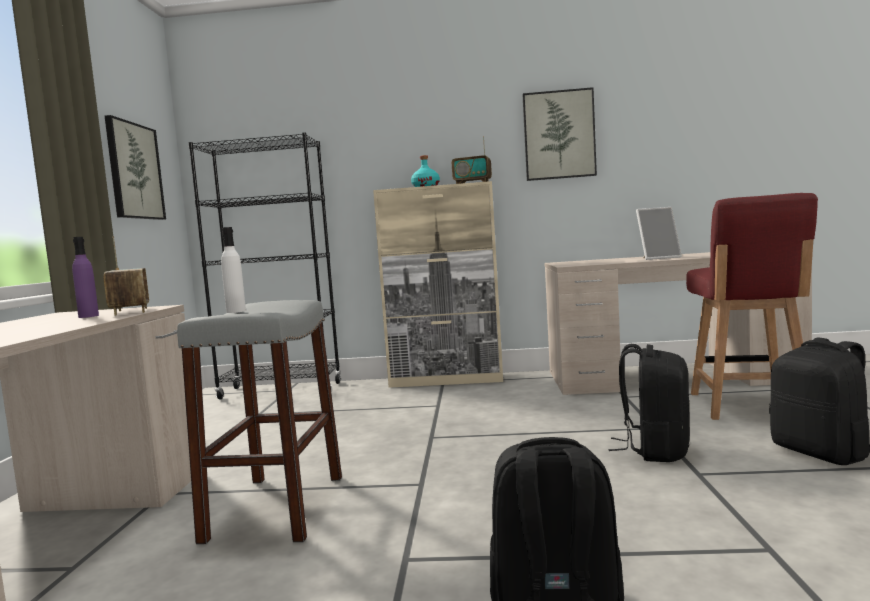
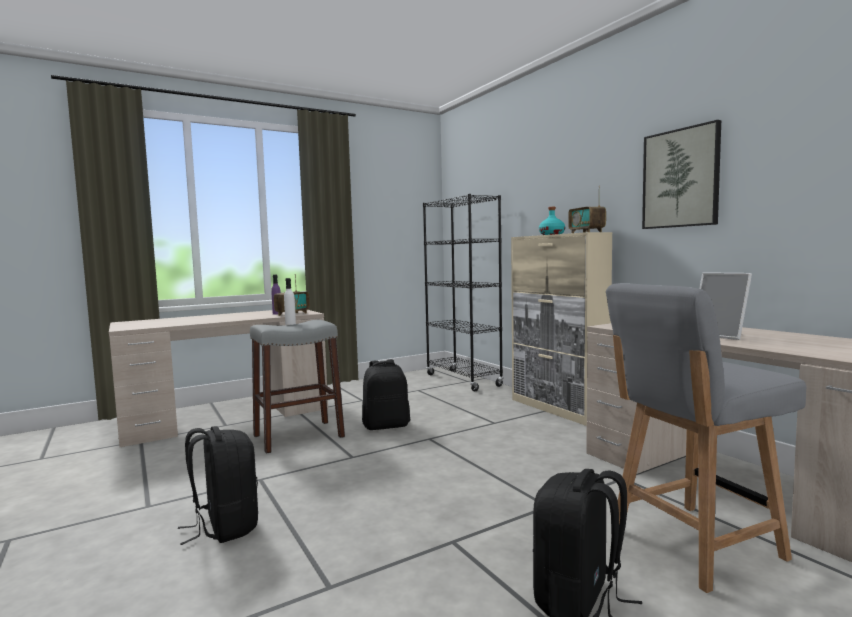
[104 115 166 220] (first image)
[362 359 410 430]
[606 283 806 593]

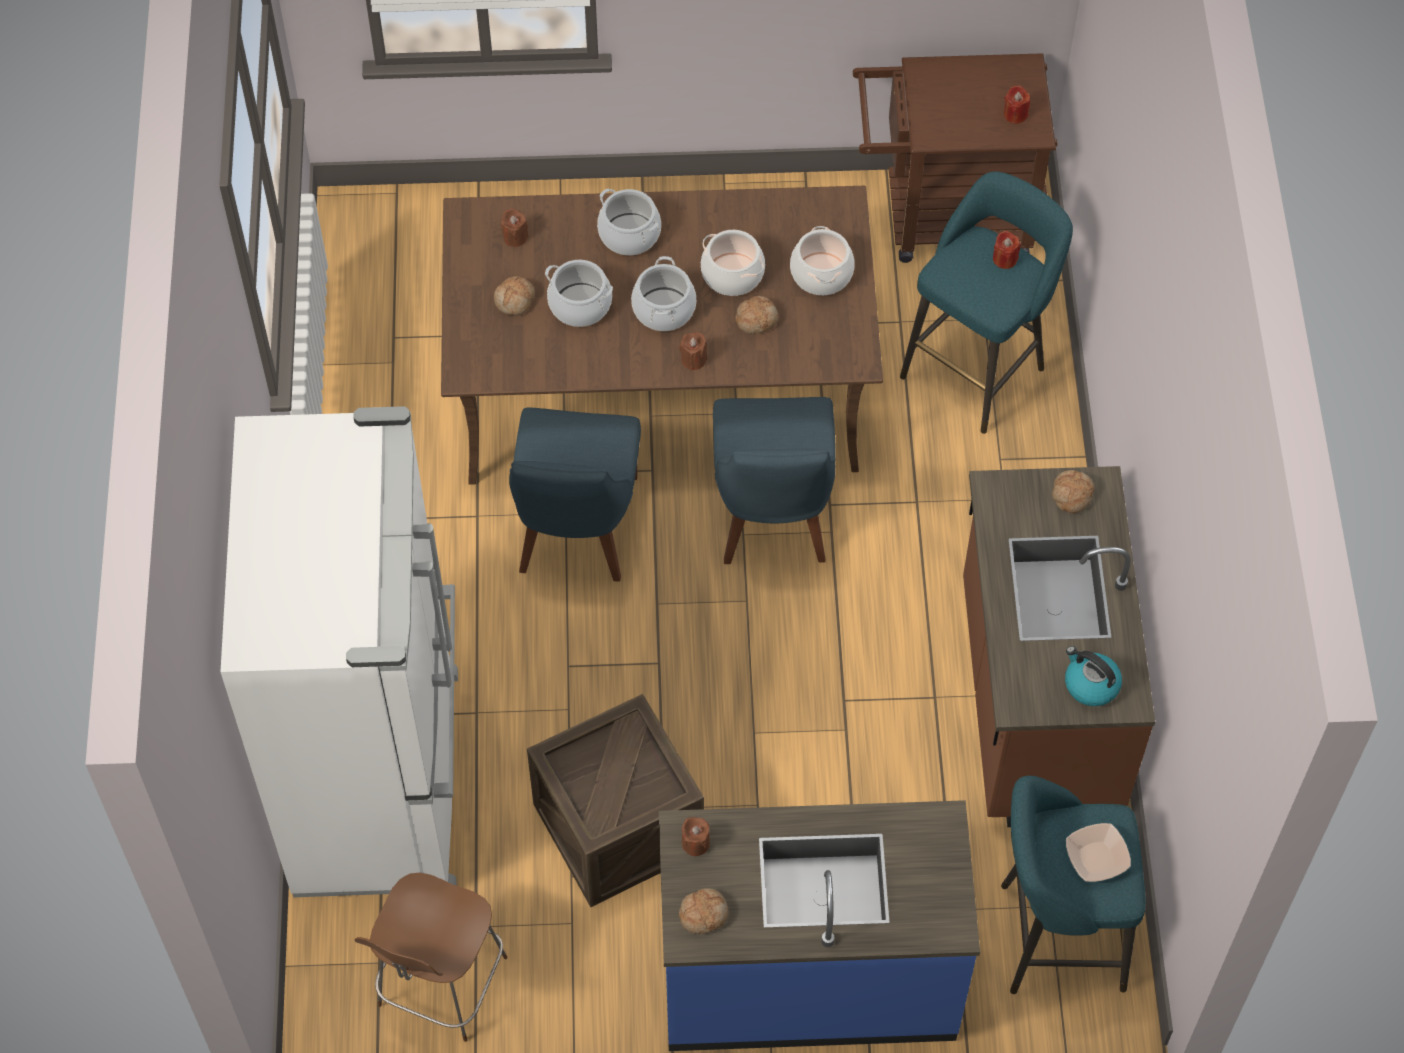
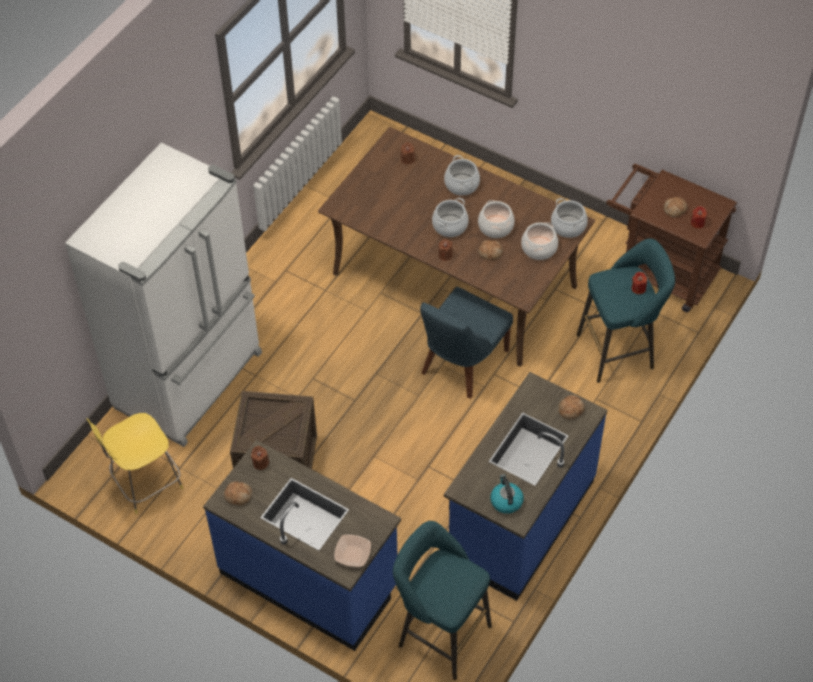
[86 413 183 514]
[663 197 687 218]
[509 408 641 582] (first image)
[551 198 588 238]
[444 372 607 601]
[334 535 371 567]

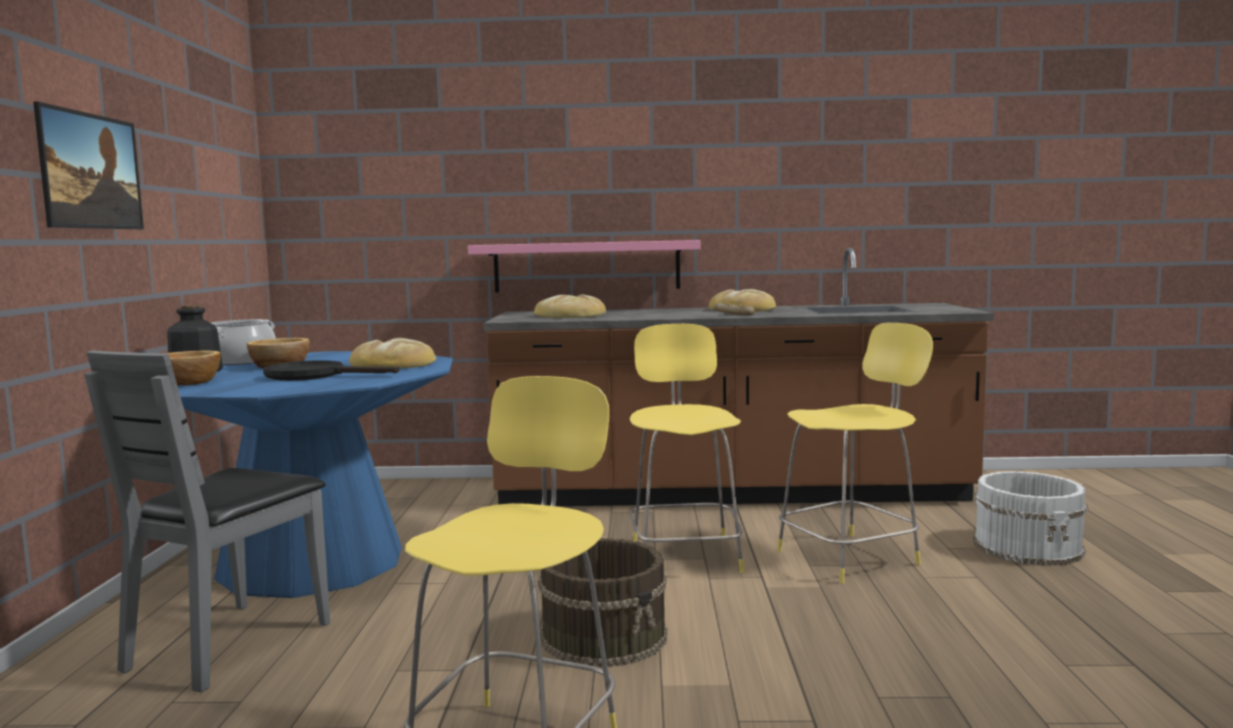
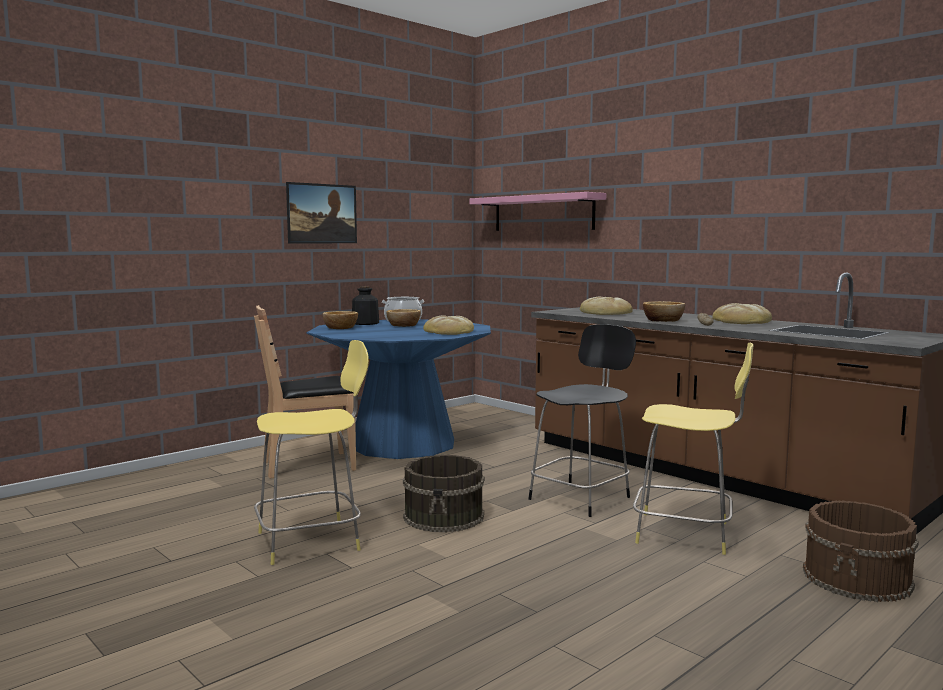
[254 305 356 479]
[263 360 399 381] (first image)
[469 192 606 231]
[528 324 636 517]
[803 500 919 602]
[643 301 685 322]

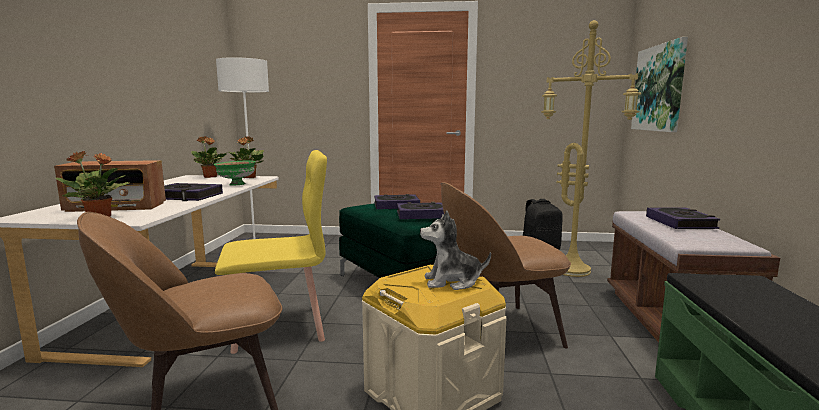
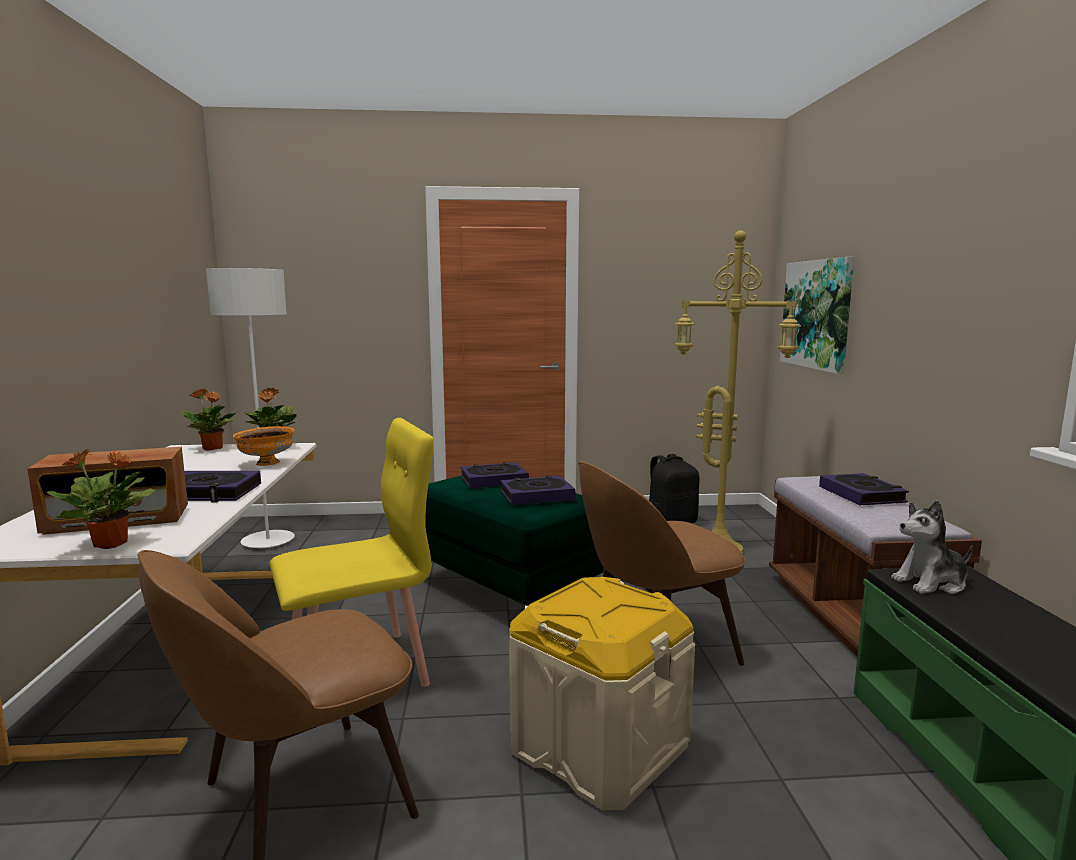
[233 426 295 466]
[891 500 973 594]

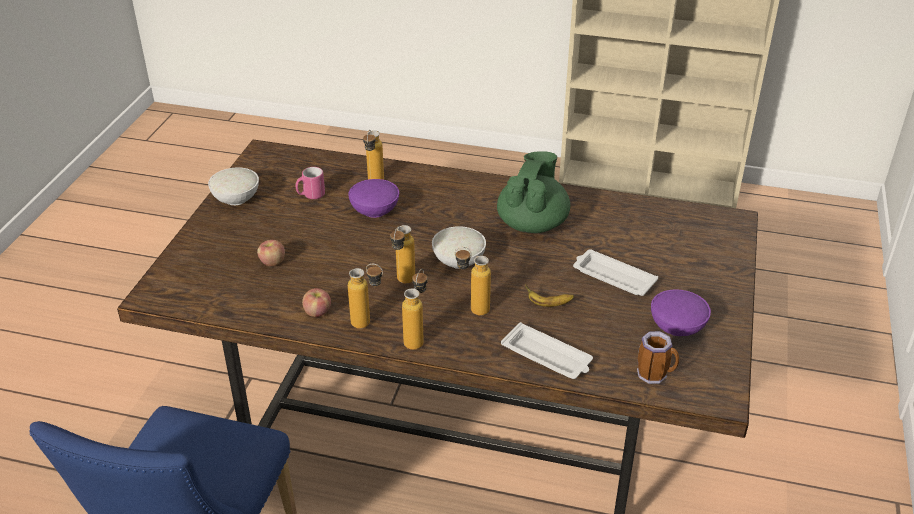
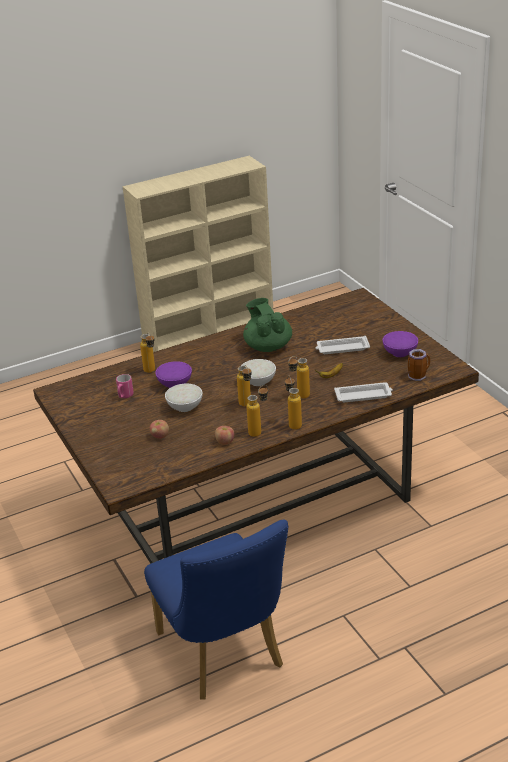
[165 384 202 412]

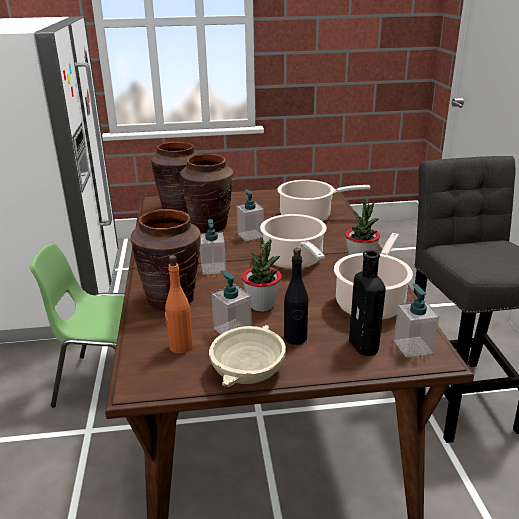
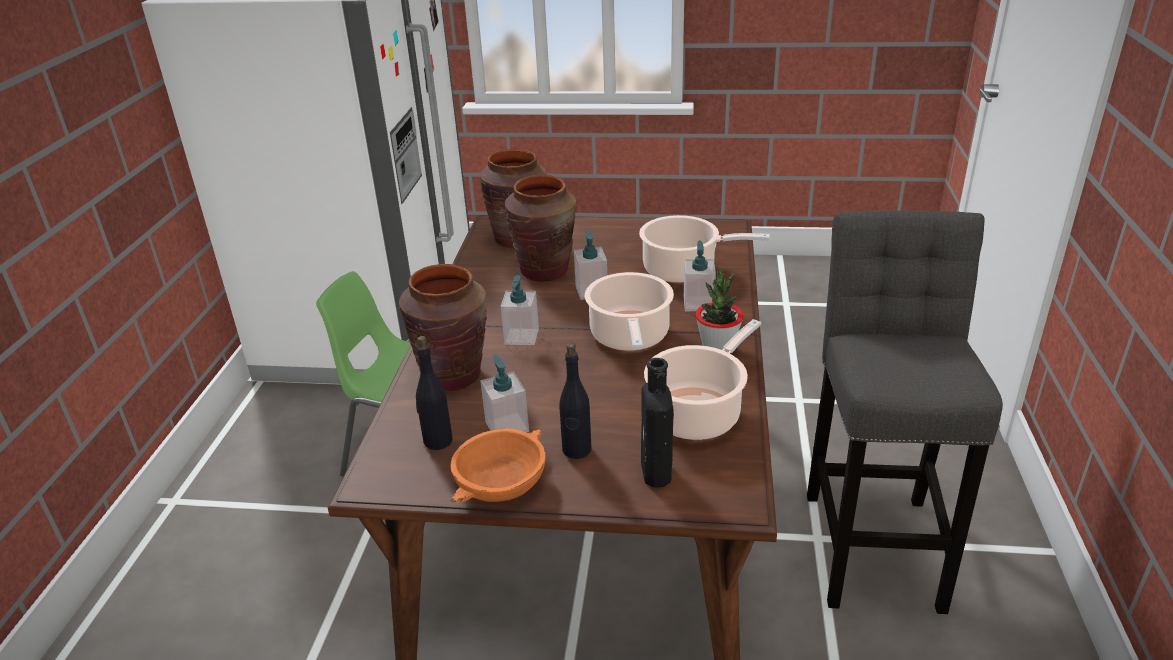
[416 336 453 450]
[450 429 545 503]
[242 237 282 311] (first image)
[684 241 716 311]

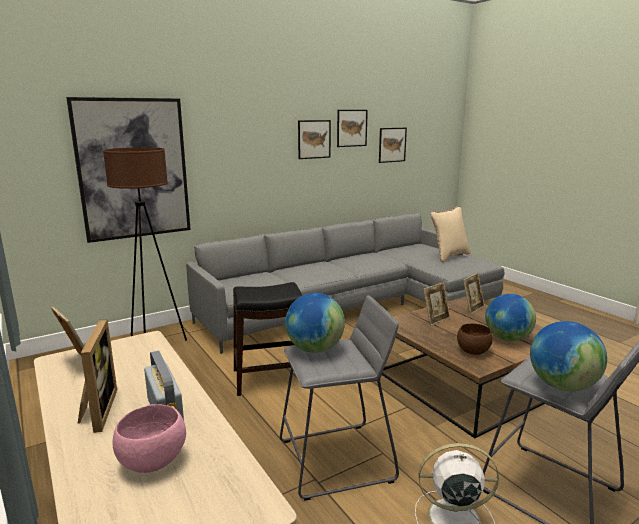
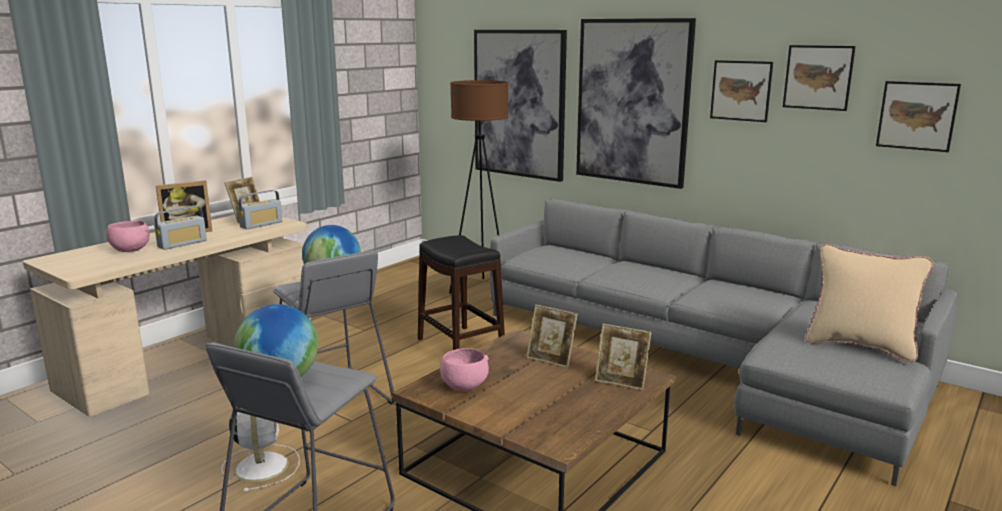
[440 348 489 391]
[485 294 536 341] (first image)
[238 190 282 229]
[576 18 696 189]

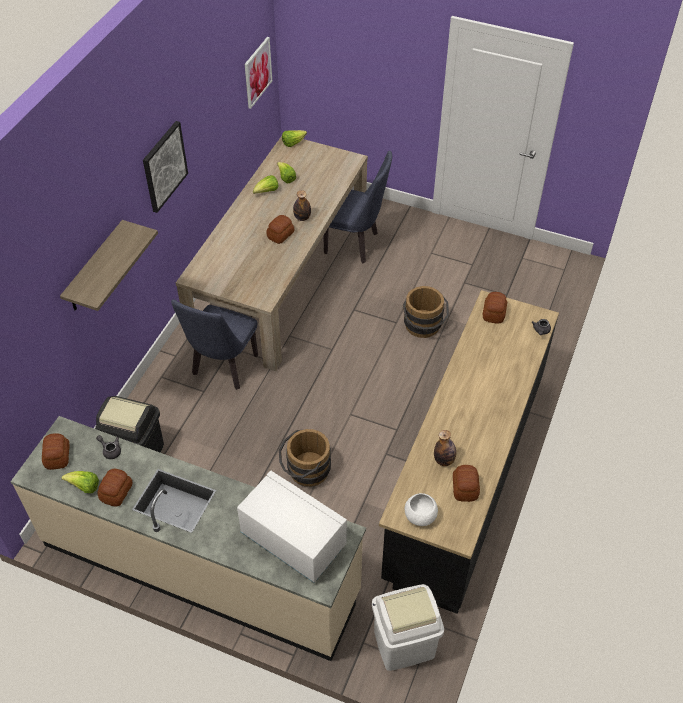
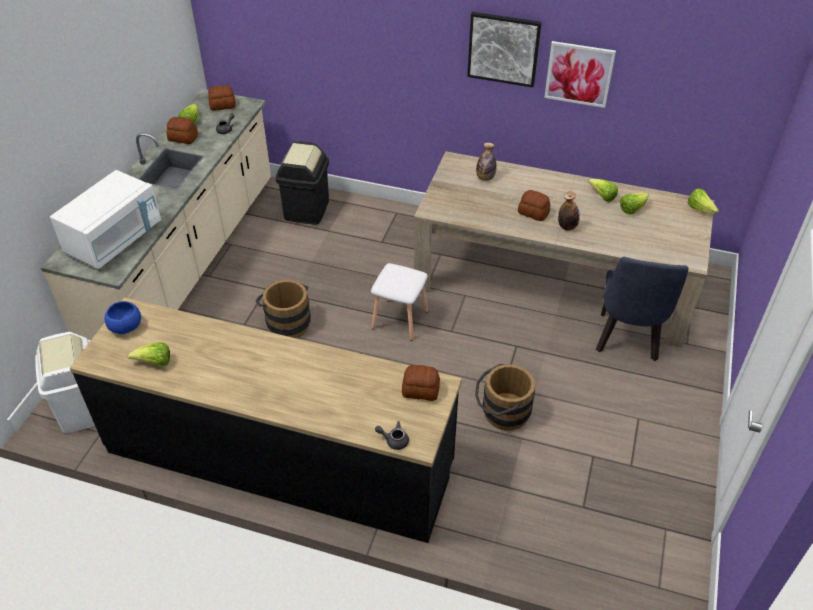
[60 220 158 311] (first image)
[171 299 258 390] (first image)
[544 41 616 108]
[105 301 141 334]
[476 143 497 181]
[127 342 170 366]
[371 263 428 341]

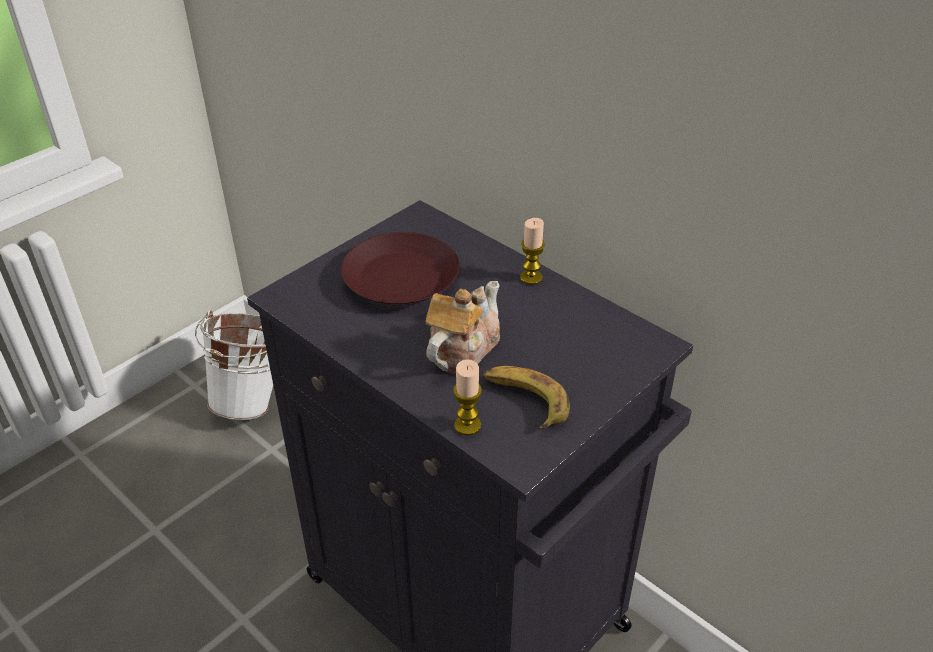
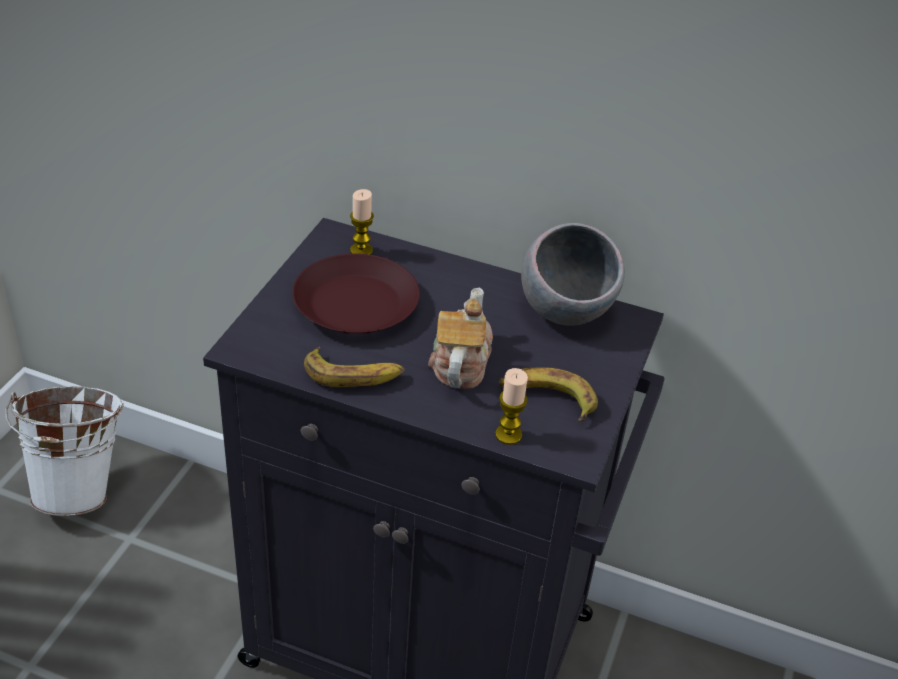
[350 189 374 255]
[304 347 405 387]
[521 223 624 326]

